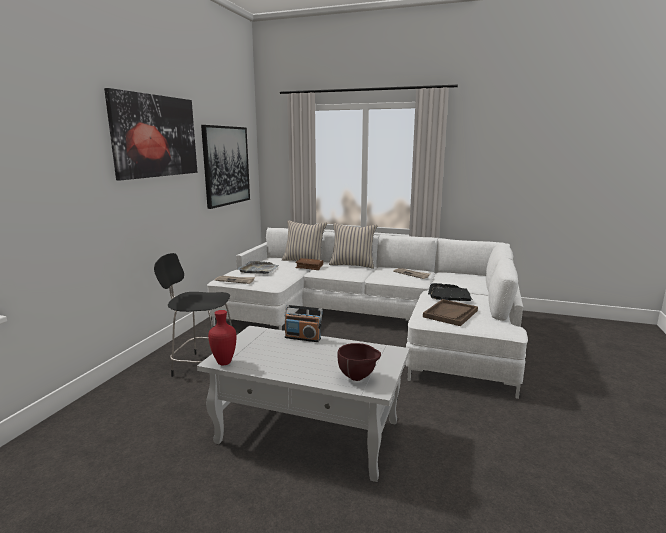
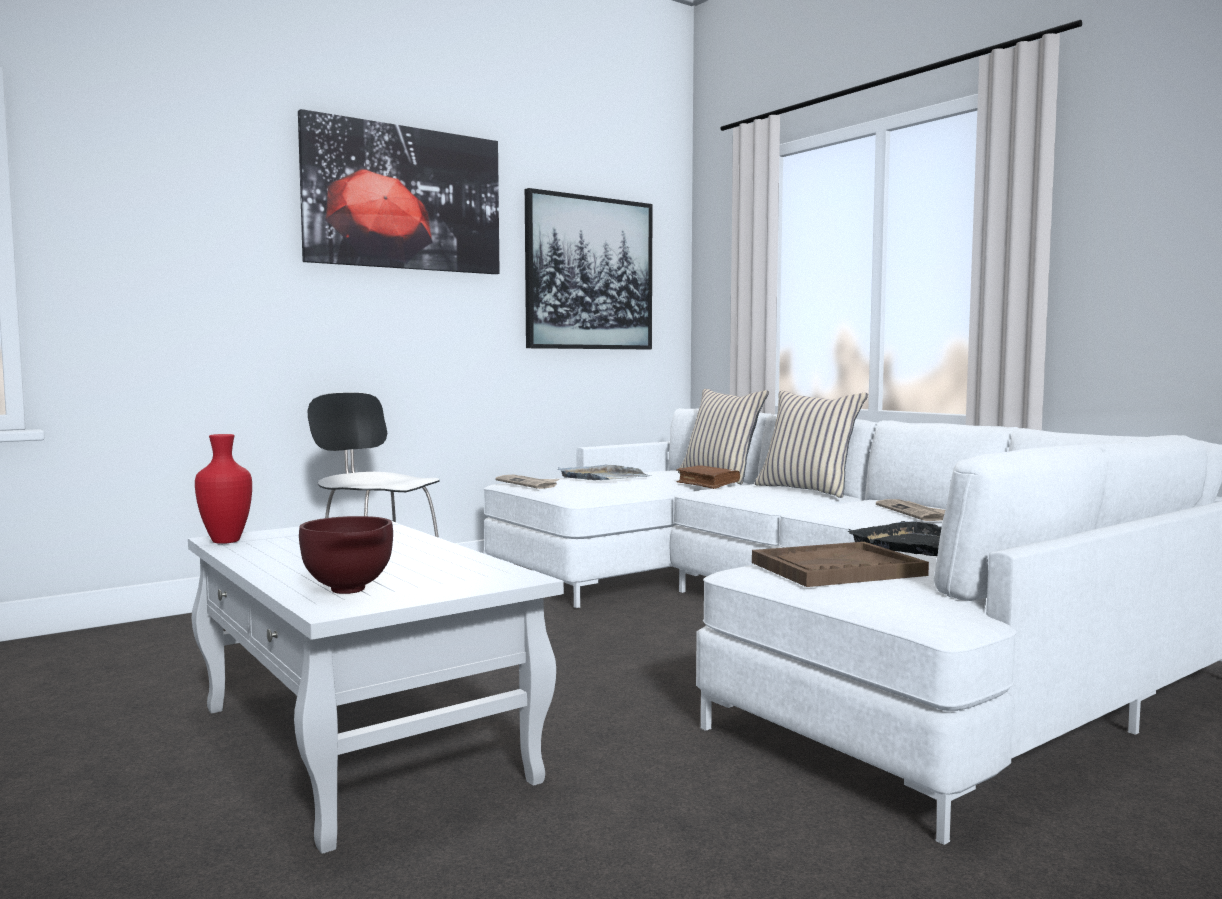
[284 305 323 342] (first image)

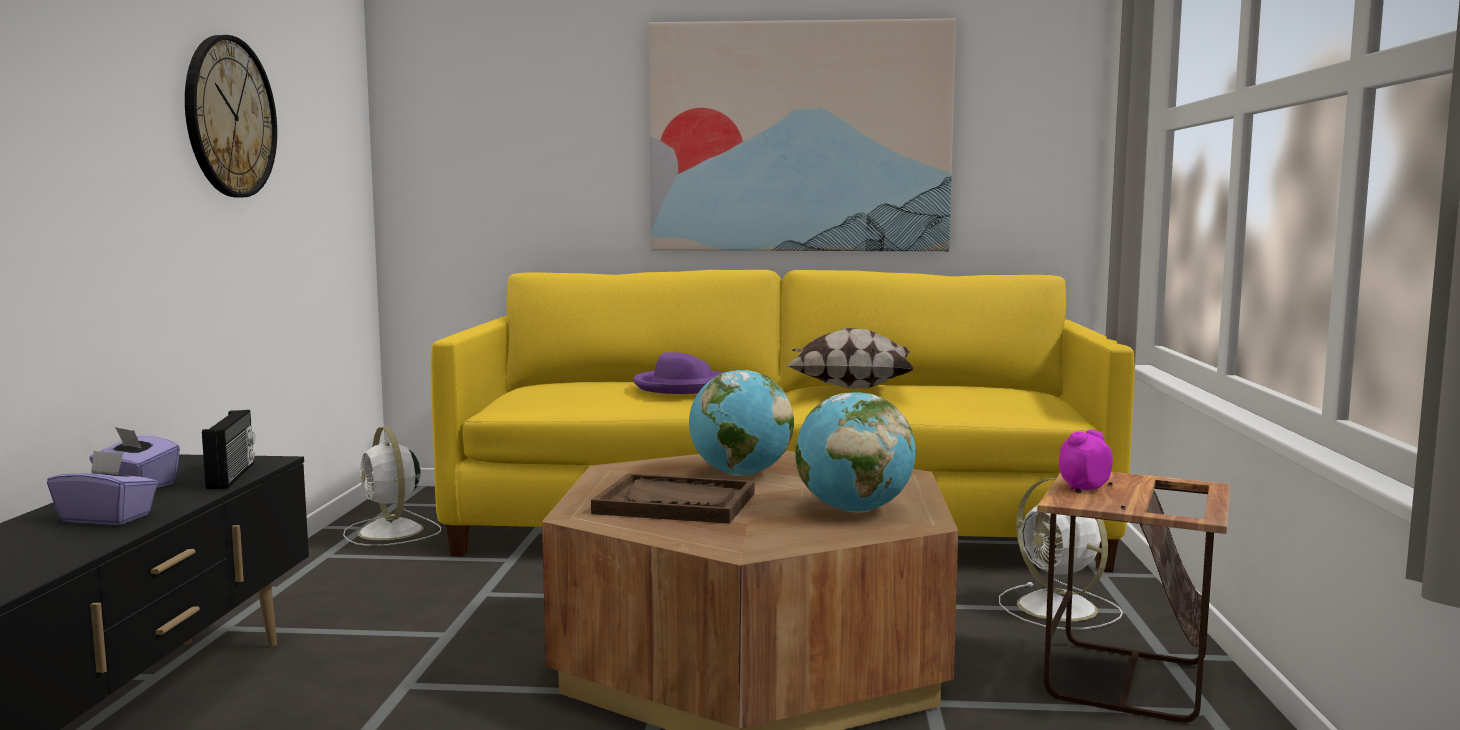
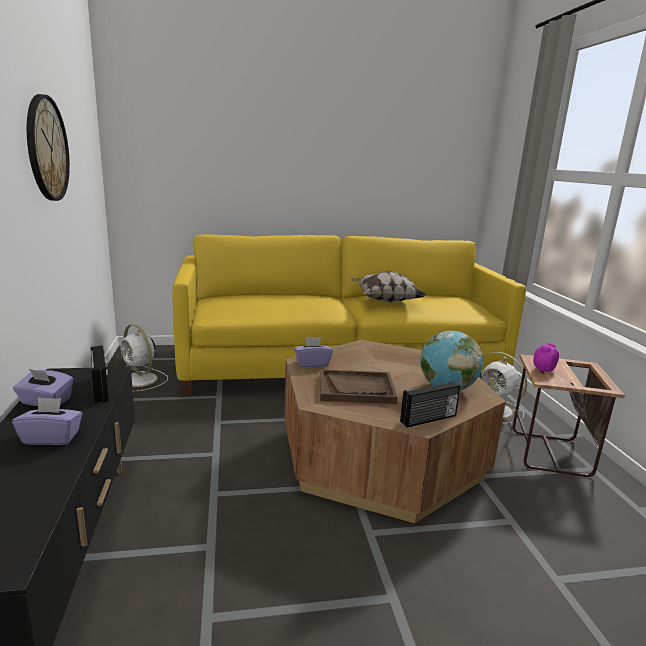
[633 352 725 394] (first image)
[649 18 956 251] (first image)
[689 370 794 476] (first image)
[294 337 333 367]
[400 381 460 427]

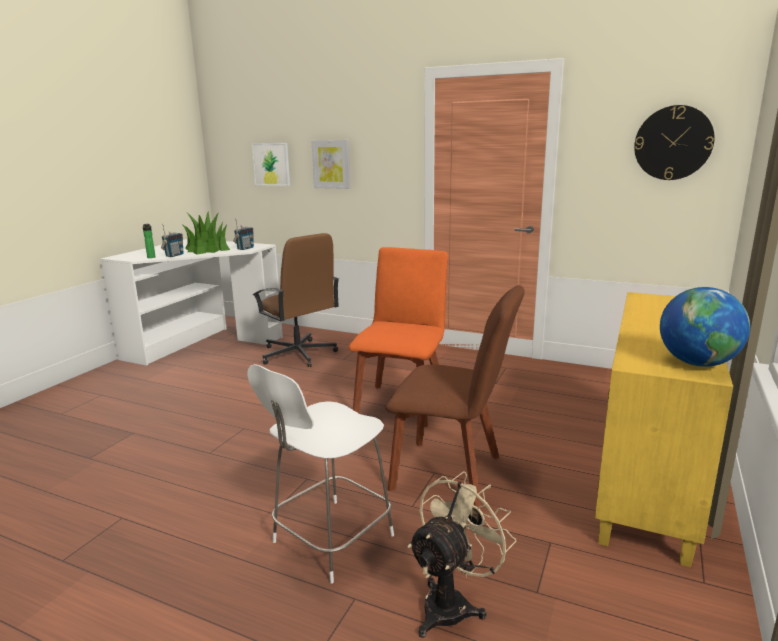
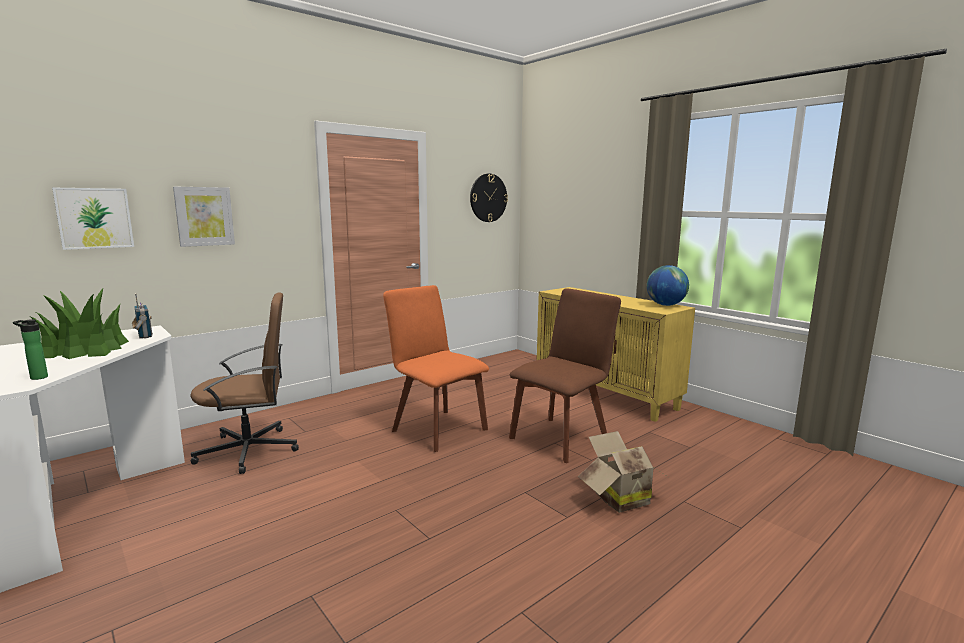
[161 224 183 257] (first image)
[578 431 668 513]
[408 471 517 638] (first image)

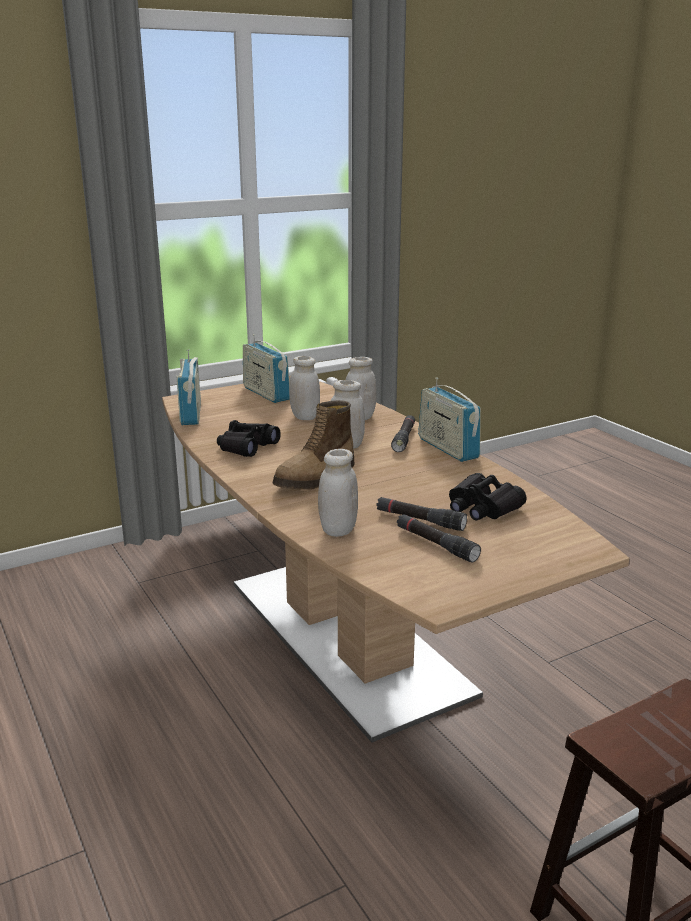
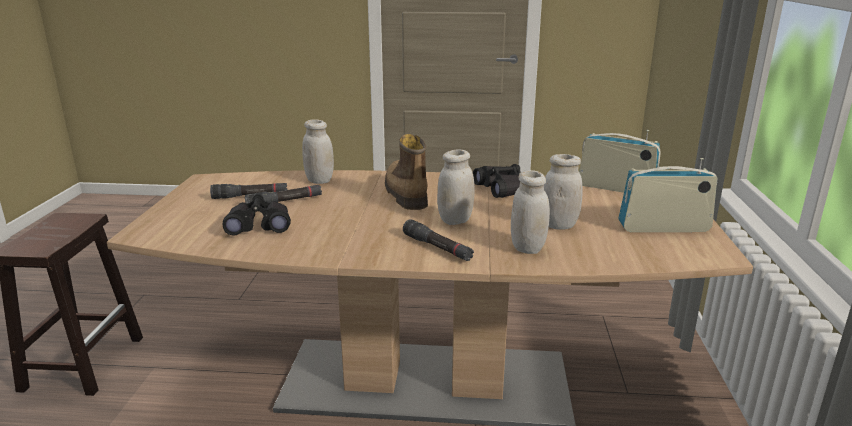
[418 377 481 462] (first image)

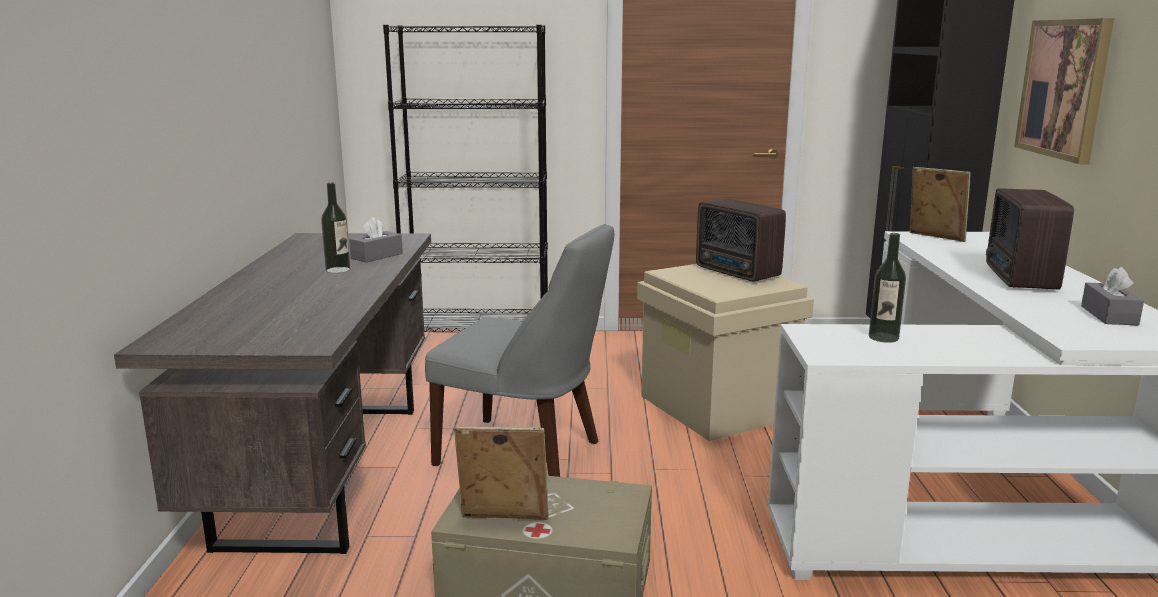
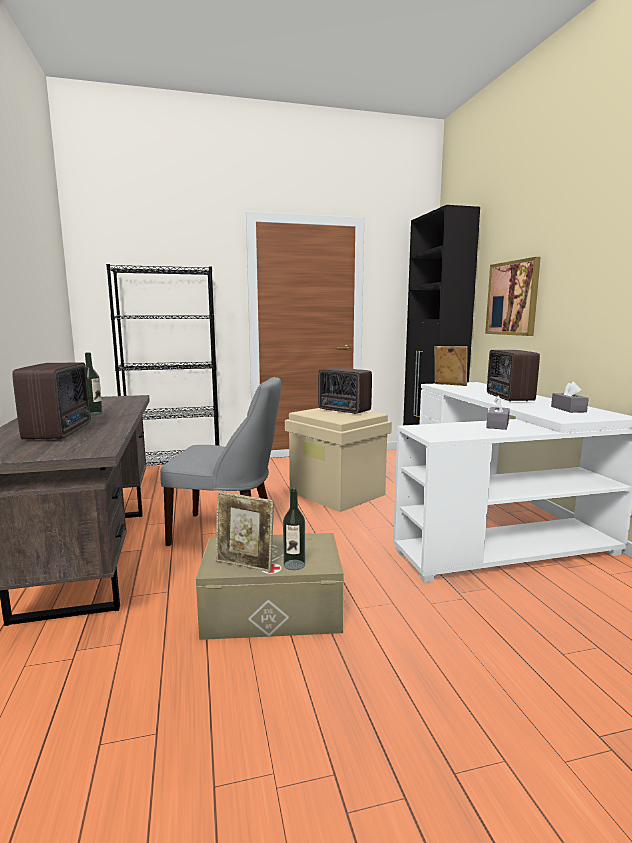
[486 396 510 430]
[216 492 274 572]
[283 489 305 570]
[12 362 91 440]

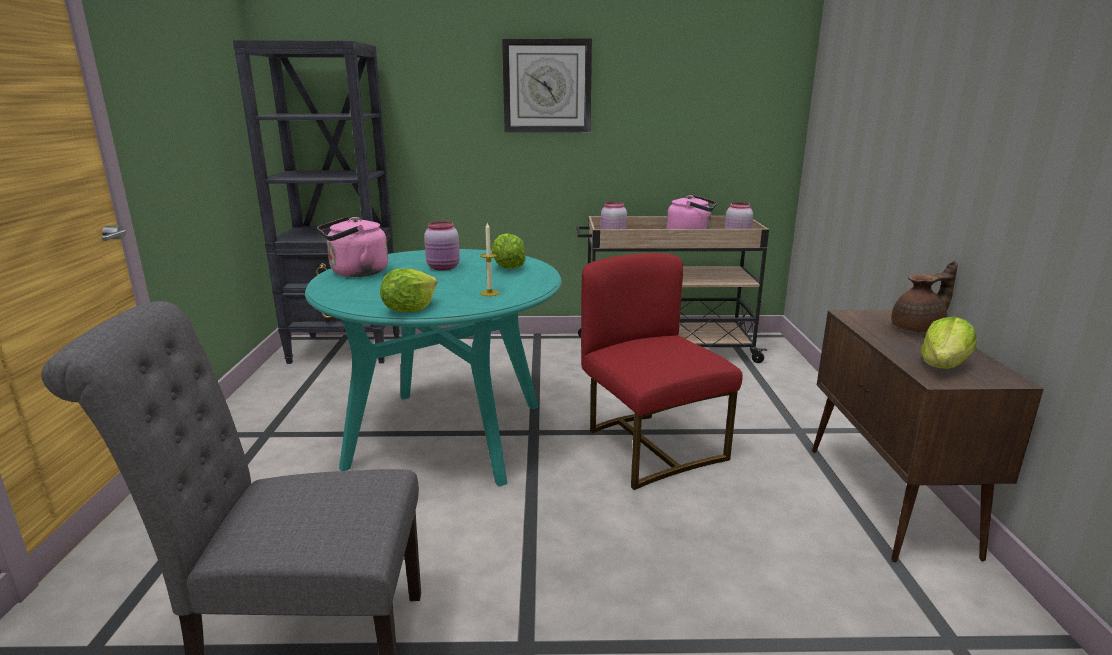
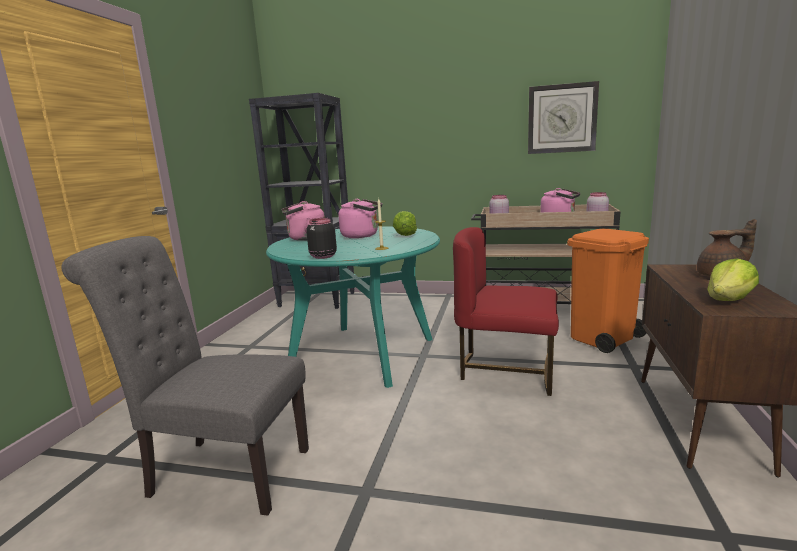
[306 218 337 259]
[338 199 382 238]
[528 81 599 154]
[453 227 559 396]
[567 229 649 353]

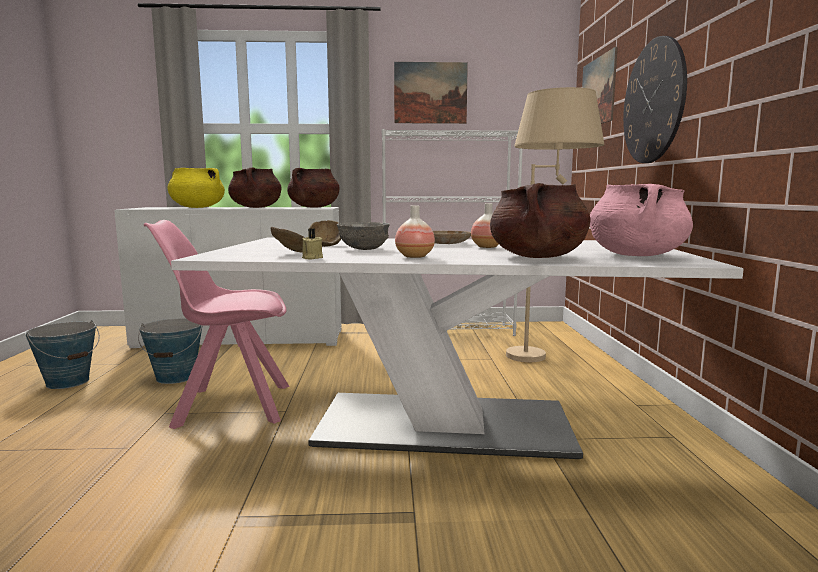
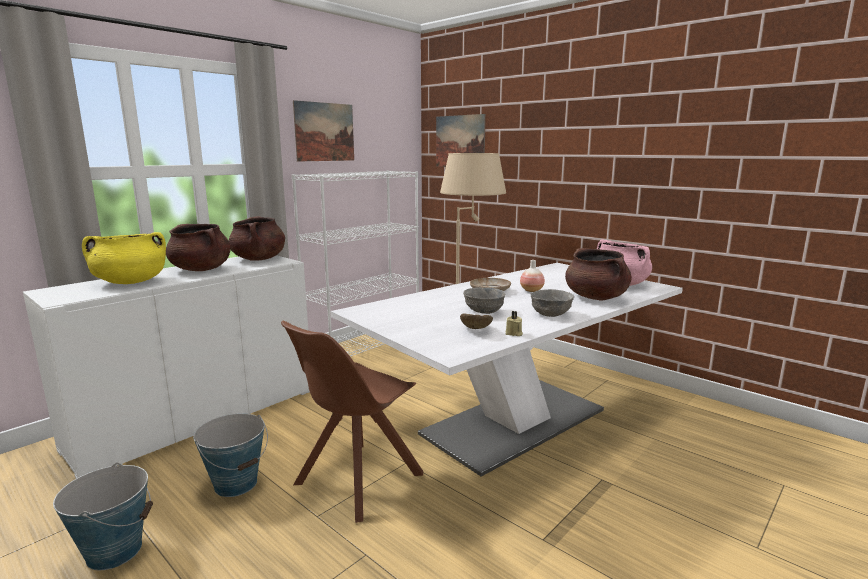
[281 321 423 523]
[309 220 341 247] (first image)
[531 289 574 317]
[623 36 687 163] (first image)

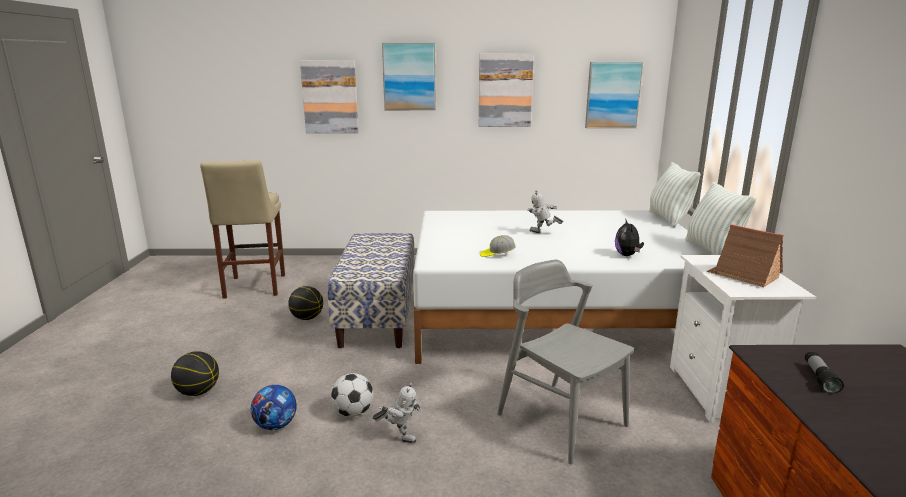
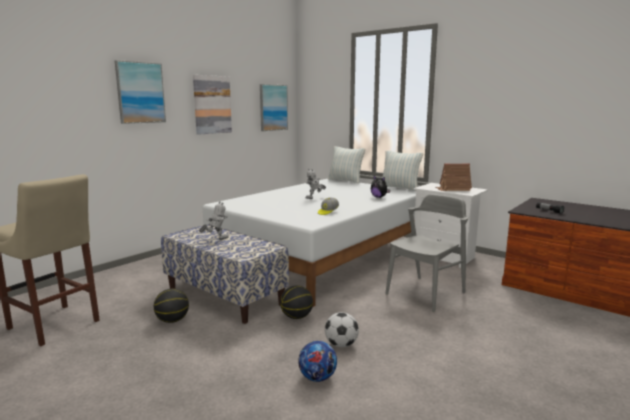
[280 285 313 319]
[300 60 359 133] (first image)
[199 201 228 240]
[385 194 468 312]

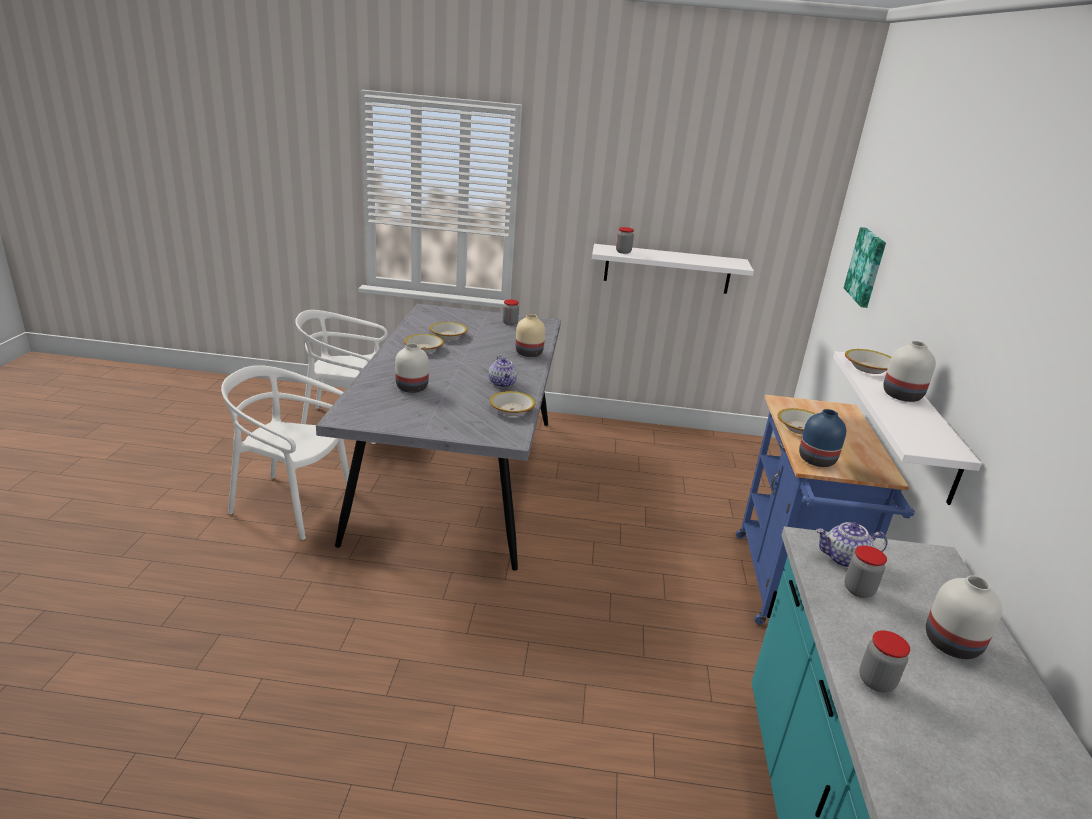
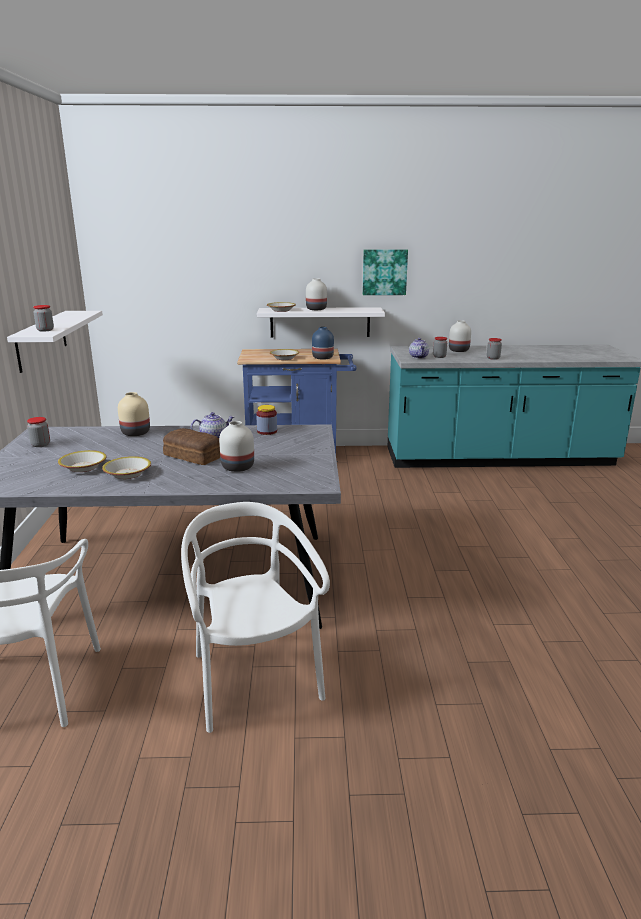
[181 502 330 733]
[256 405 277 435]
[362 249 408 295]
[163 428 220 465]

